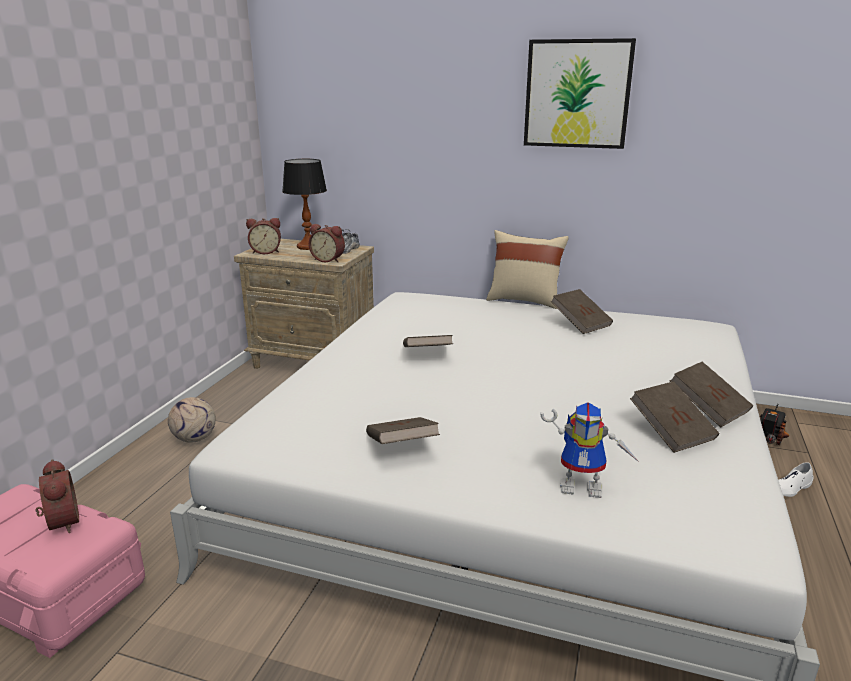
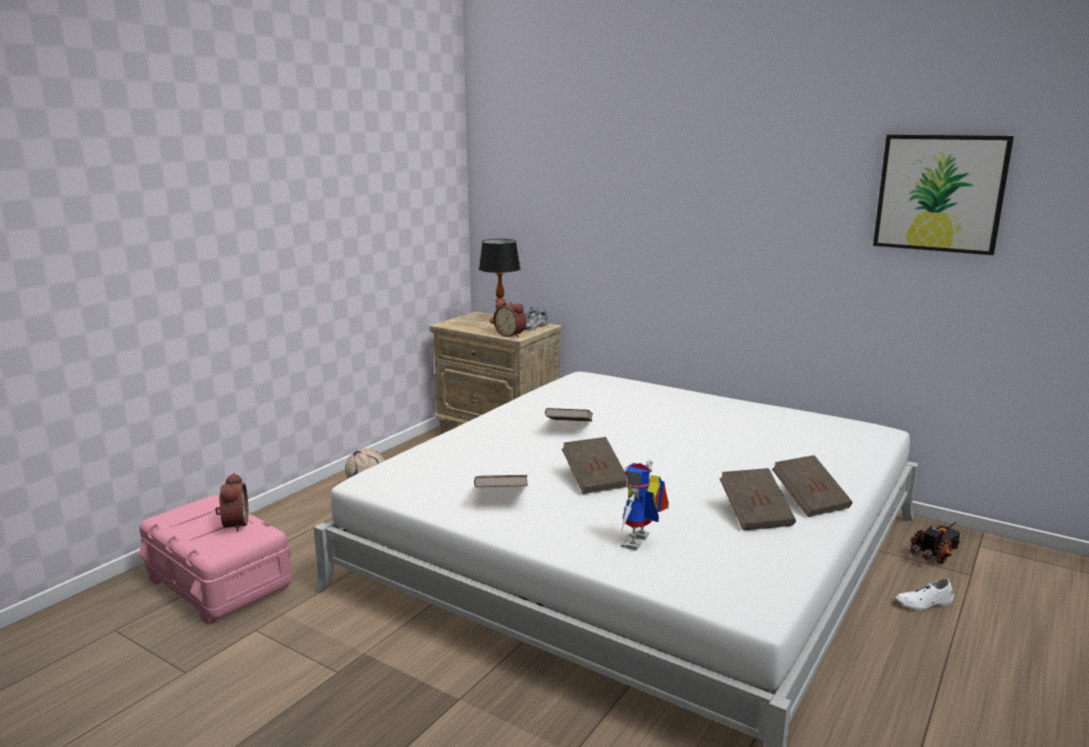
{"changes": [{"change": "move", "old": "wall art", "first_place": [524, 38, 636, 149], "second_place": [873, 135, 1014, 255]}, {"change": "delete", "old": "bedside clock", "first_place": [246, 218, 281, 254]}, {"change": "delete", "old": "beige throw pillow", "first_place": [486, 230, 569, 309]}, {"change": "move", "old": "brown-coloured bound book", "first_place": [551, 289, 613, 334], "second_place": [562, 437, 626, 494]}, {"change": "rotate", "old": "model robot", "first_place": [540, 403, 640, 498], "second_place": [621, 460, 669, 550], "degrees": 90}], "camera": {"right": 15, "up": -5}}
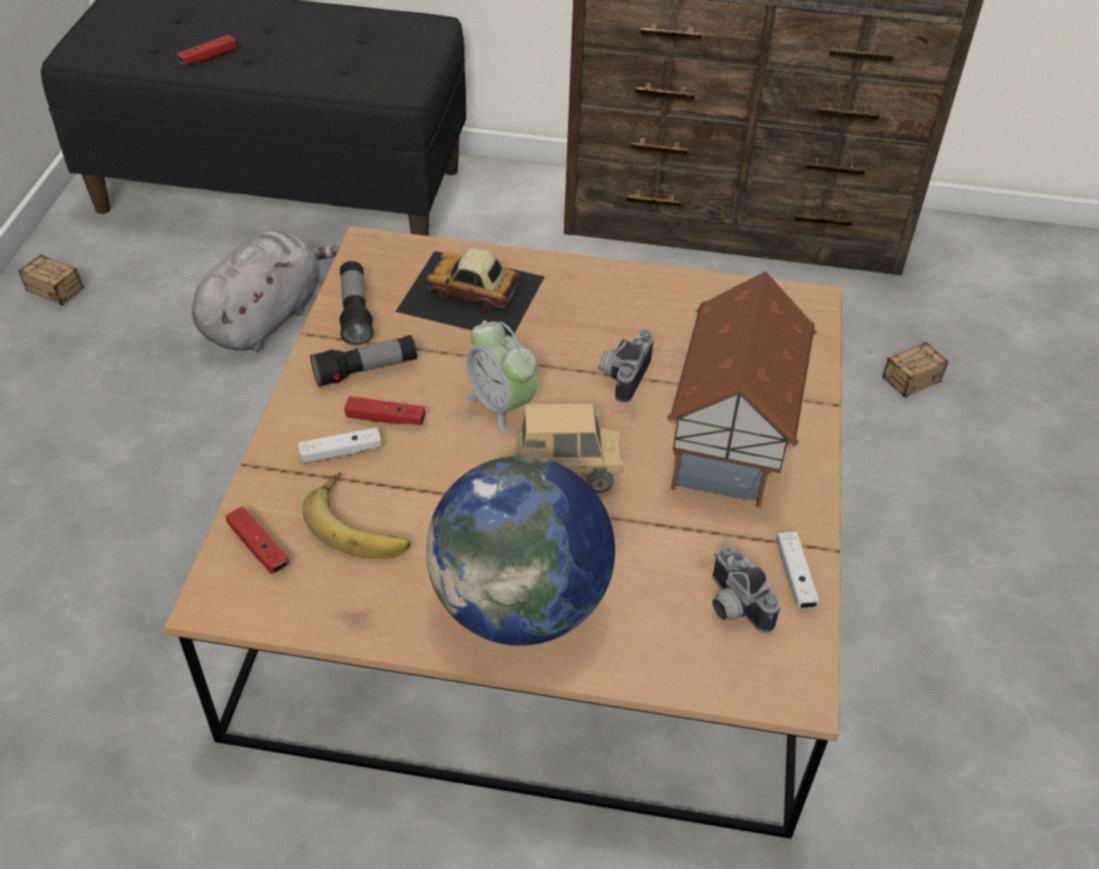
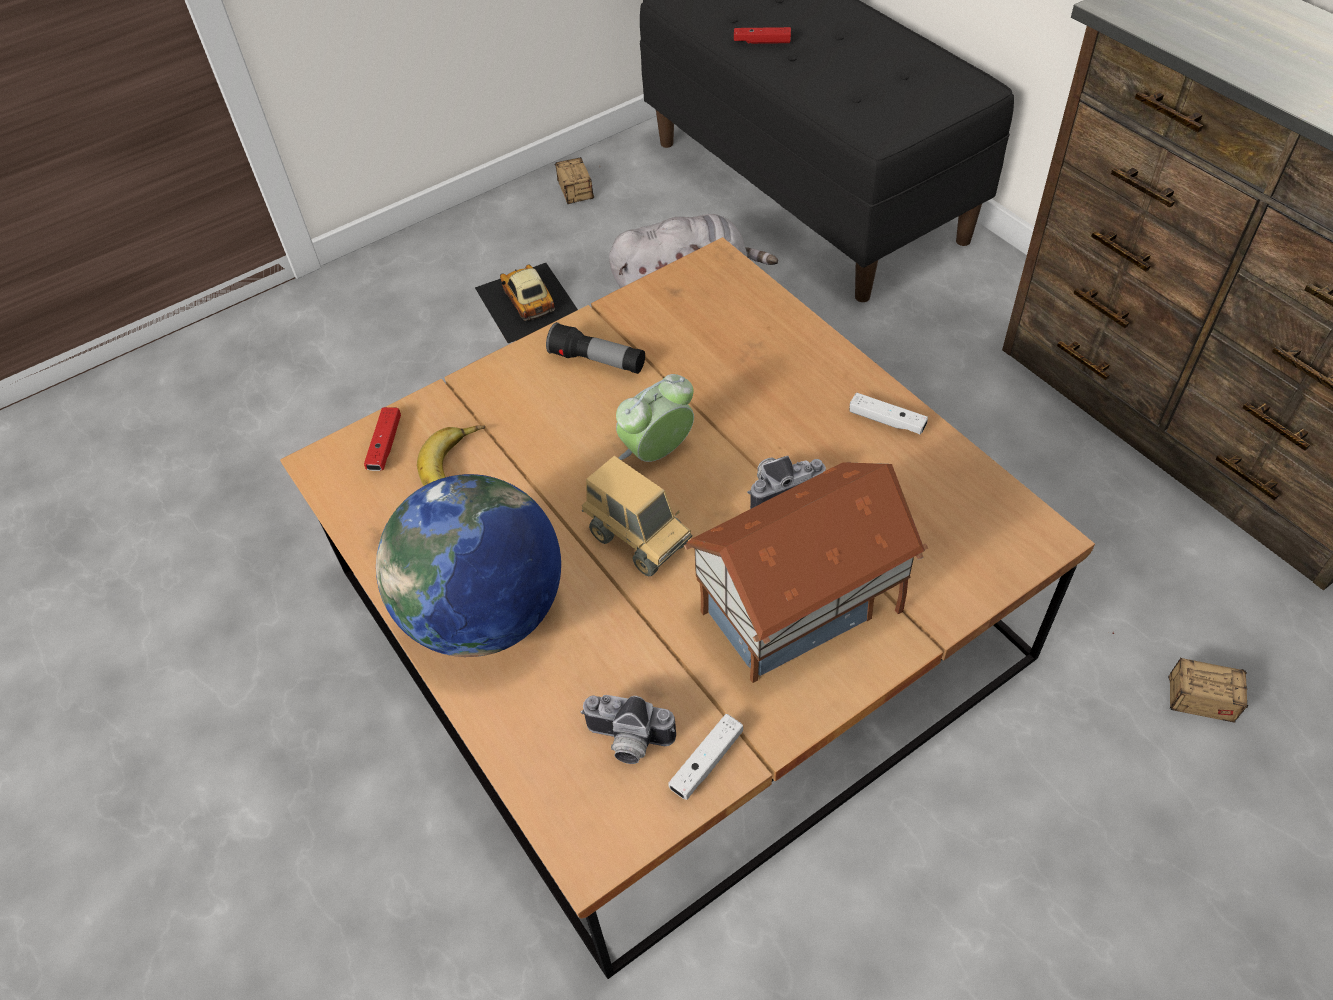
{"changes": [{"change": "move", "old": "model car", "first_place": [395, 247, 544, 337], "second_place": [475, 263, 578, 343]}, {"change": "delete", "old": "torch", "first_place": [339, 261, 374, 345]}, {"change": "rotate", "old": "bedside clock", "first_place": [466, 320, 537, 435], "second_place": [616, 374, 694, 462], "degrees": 45}, {"change": "delete", "old": "reddish gamepad", "first_place": [344, 396, 425, 426]}, {"change": "move", "old": "whitish gamepad", "first_place": [298, 427, 382, 464], "second_place": [849, 393, 928, 434]}, {"change": "rotate", "old": "still camera", "first_place": [712, 545, 781, 633], "second_place": [580, 695, 676, 764], "degrees": -90}], "camera": {"right": 50, "up": 5}}
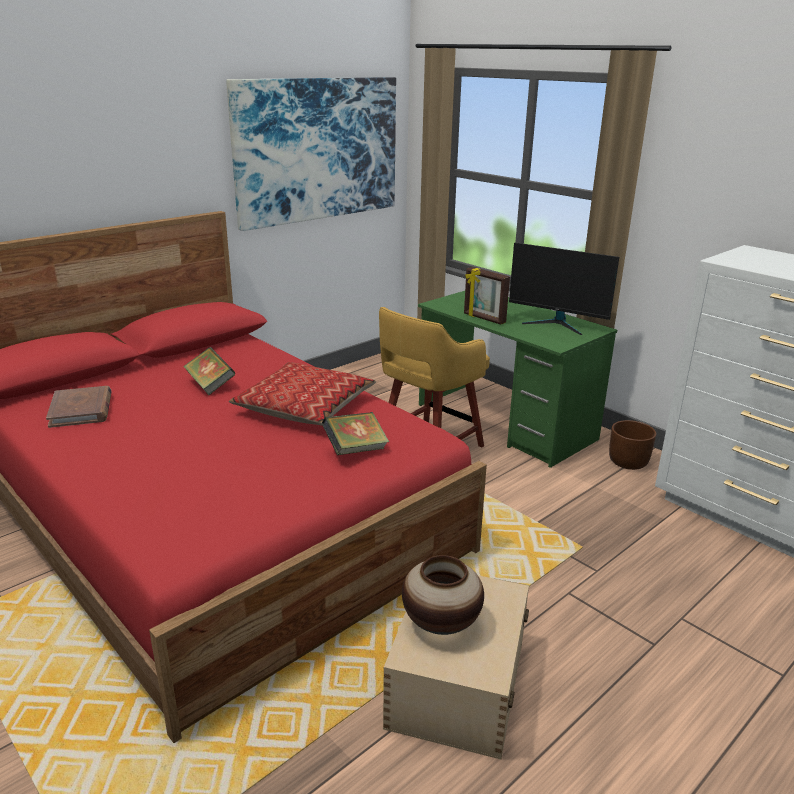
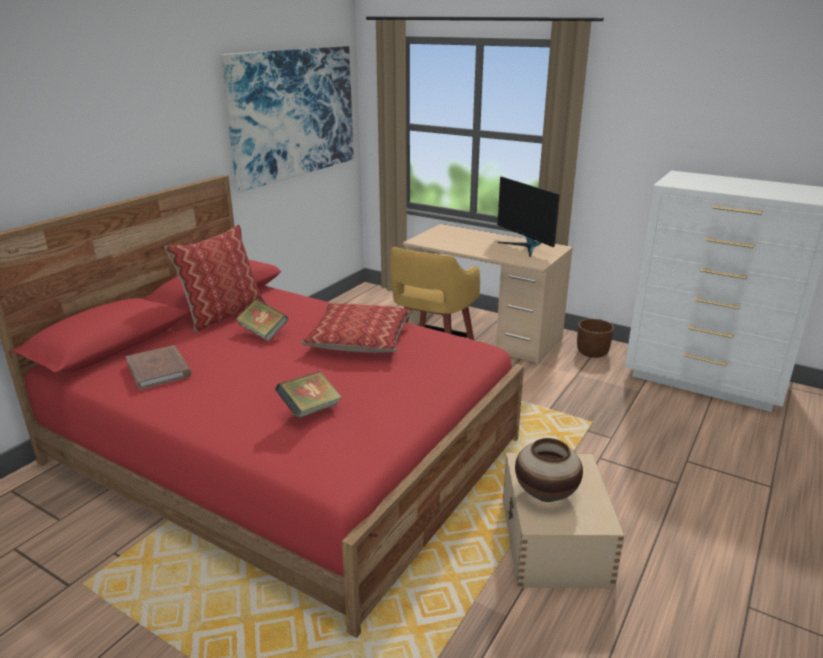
{"changes": [{"change": "rotate", "old": "computer display", "first_place": [509, 243, 619, 335], "second_place": [497, 177, 560, 257], "degrees": 45}, {"change": "delete", "old": "standing frame", "first_place": [464, 267, 510, 325]}, {"change": "recolor", "old": "green desk", "new": "beige desk", "first_place": [418, 291, 617, 468], "second_place": [403, 224, 573, 365]}, {"change": "move", "old": "bound book", "first_place": [322, 412, 389, 455], "second_place": [275, 371, 342, 419]}, {"change": "insert", "new": "throw pillow", "second_place": [164, 224, 265, 333]}], "camera": {"right": -15, "up": 0}}
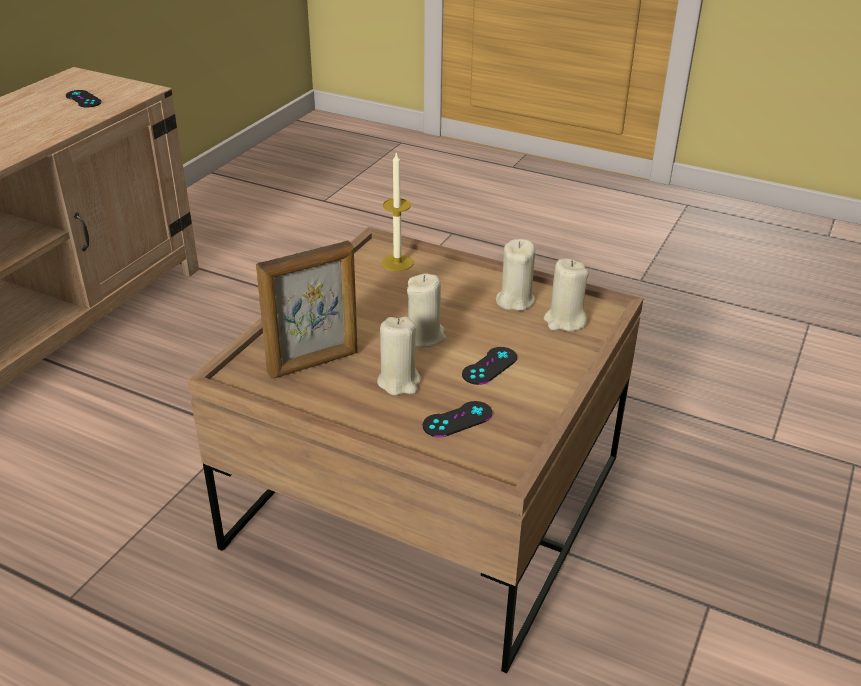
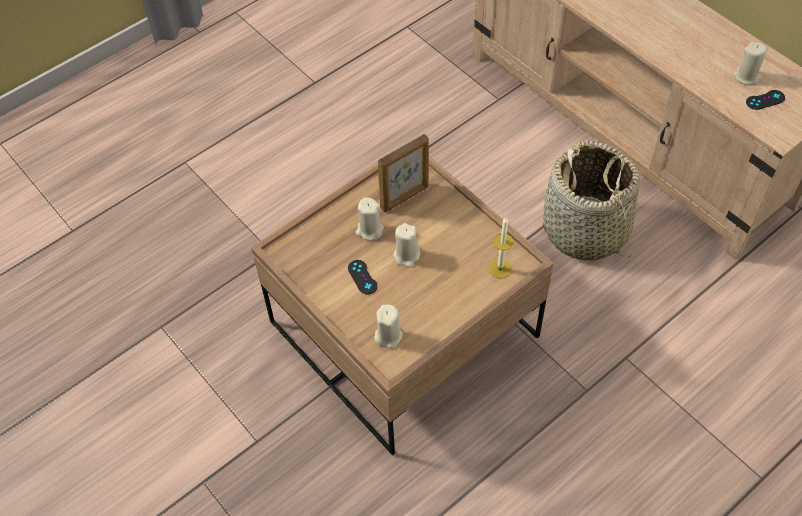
{"changes": [{"change": "move", "old": "beige candle", "first_place": [496, 239, 535, 311], "second_place": [733, 42, 767, 85]}, {"change": "rotate", "old": "standing frame", "first_place": [256, 241, 358, 379], "second_place": [378, 134, 429, 212], "degrees": -120}, {"change": "delete", "old": "black-coloured gamepad", "first_place": [423, 401, 492, 437]}, {"change": "insert", "new": "basket", "second_place": [543, 140, 640, 260]}], "camera": {"right": 115, "up": 20}}
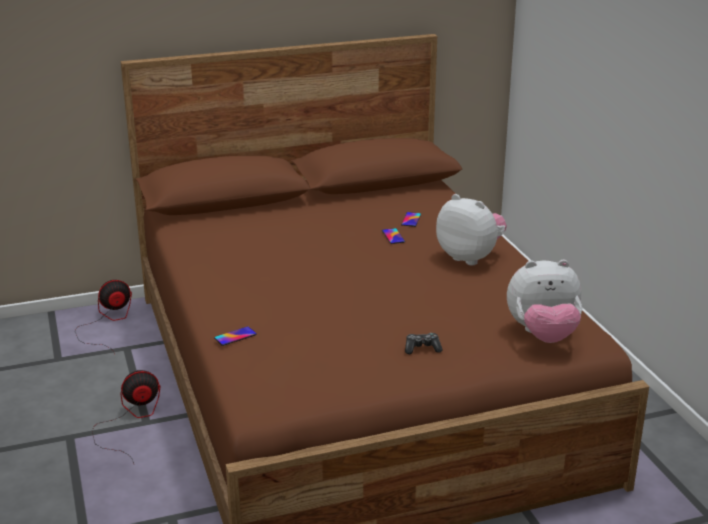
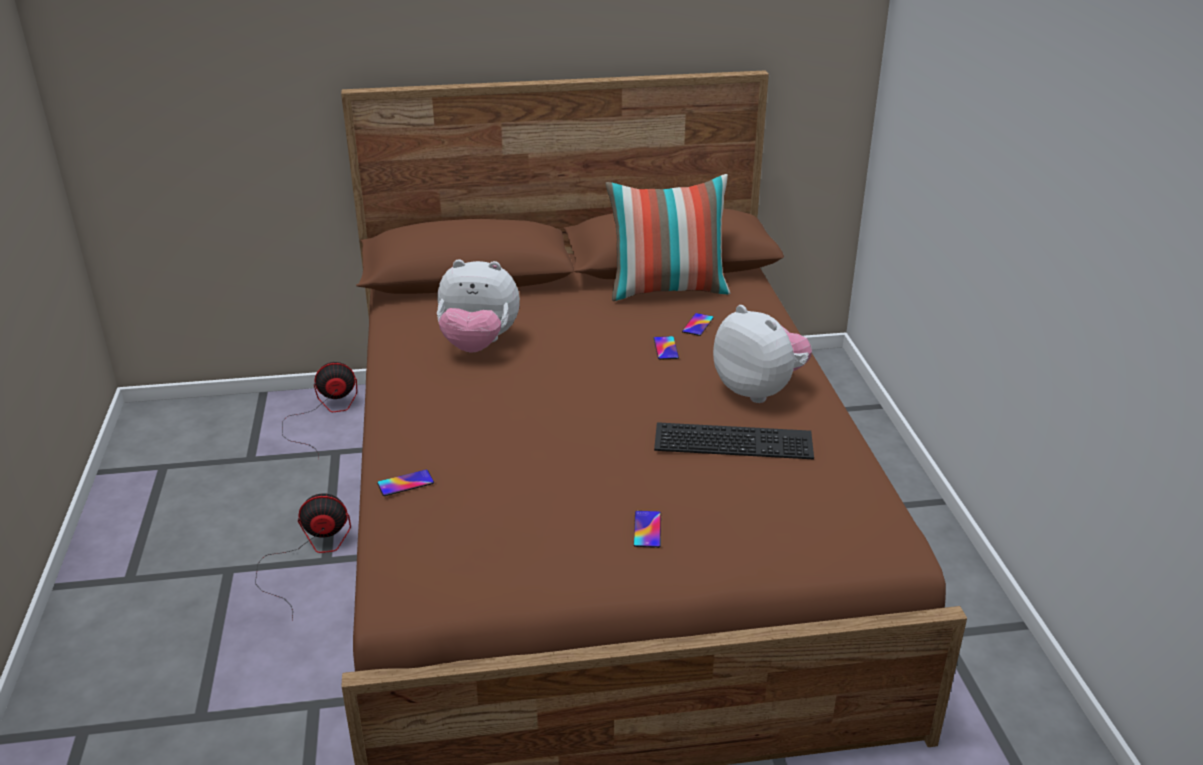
{"changes": [{"change": "move", "old": "cuddly toy", "first_place": [507, 260, 582, 343], "second_place": [437, 260, 520, 353]}, {"change": "replace", "old": "gamepad", "new": "telephone", "first_place": [405, 333, 443, 354], "second_place": [634, 511, 661, 548]}, {"change": "insert", "new": "throw pillow", "second_place": [605, 174, 730, 301]}, {"change": "insert", "new": "keyboard", "second_place": [654, 422, 814, 459]}], "camera": {"right": 10, "up": 5}}
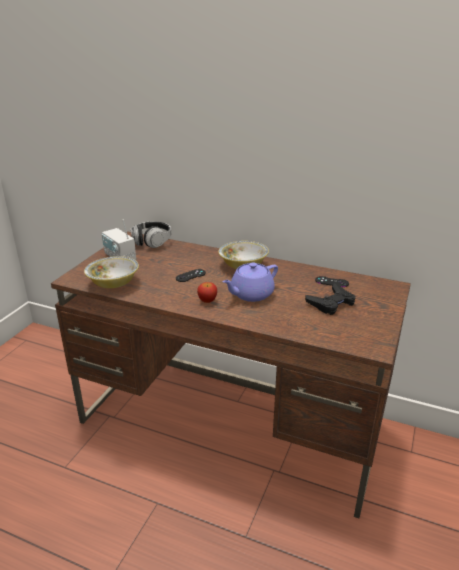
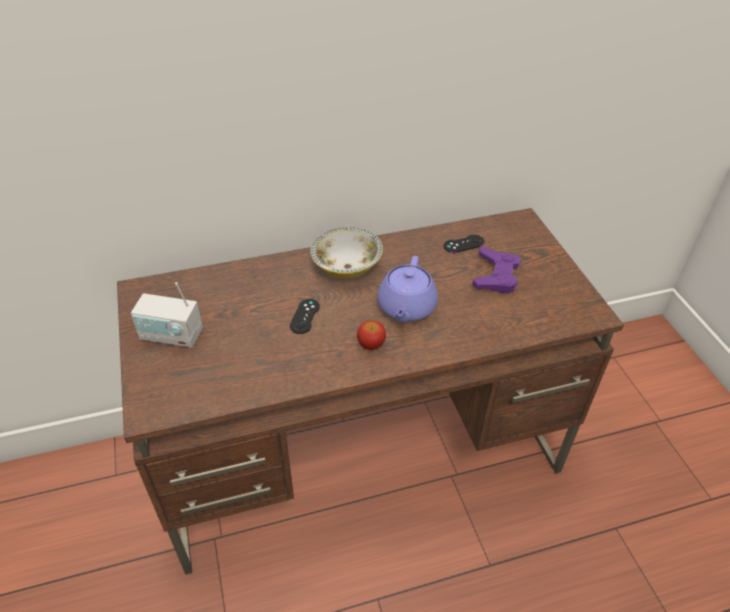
{"changes": [{"change": "delete", "old": "headset", "first_place": [131, 221, 171, 248]}, {"change": "delete", "old": "deep dish", "first_place": [84, 256, 139, 288]}, {"change": "recolor", "old": "black-coloured gamepad", "new": "purple-coloured gamepad", "first_place": [305, 283, 356, 315], "second_place": [472, 247, 521, 294]}], "camera": {"right": -40, "up": 15}}
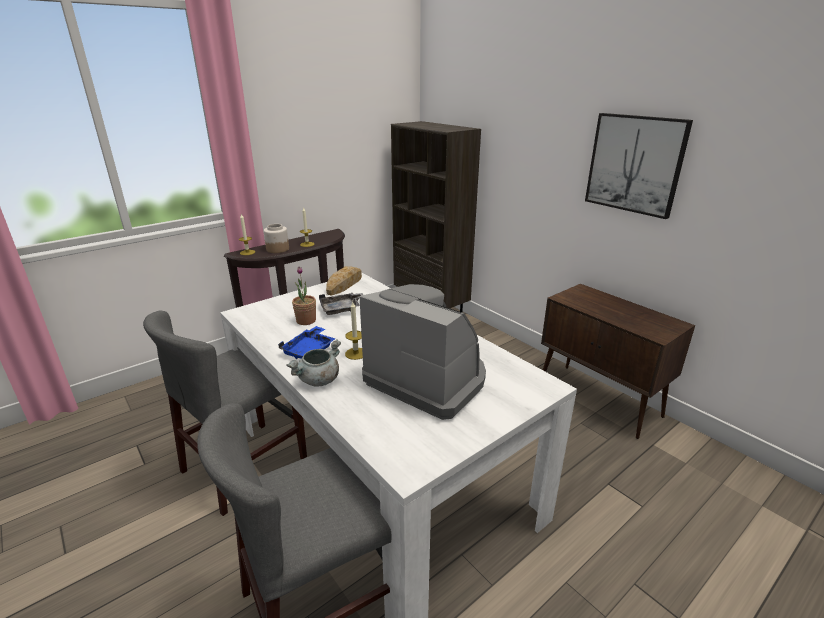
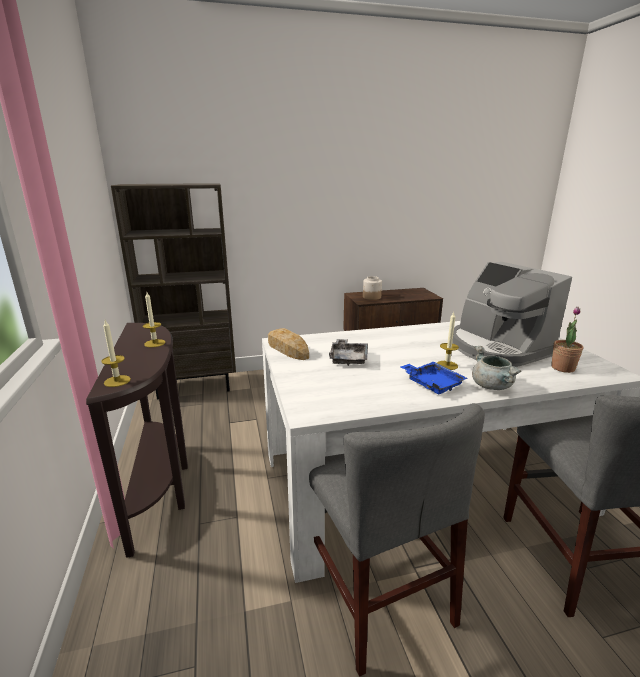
{"changes": [{"change": "delete", "old": "wall art", "first_place": [585, 113, 693, 219]}, {"change": "move", "old": "preserve jar", "first_place": [264, 224, 289, 253], "second_place": [363, 276, 382, 300]}, {"change": "move", "old": "potted plant", "first_place": [292, 266, 316, 325], "second_place": [551, 307, 583, 373]}, {"change": "rotate", "old": "coffee machine", "first_place": [360, 284, 486, 420], "second_place": [452, 262, 572, 367], "degrees": -90}], "camera": {"right": -65, "up": -5}}
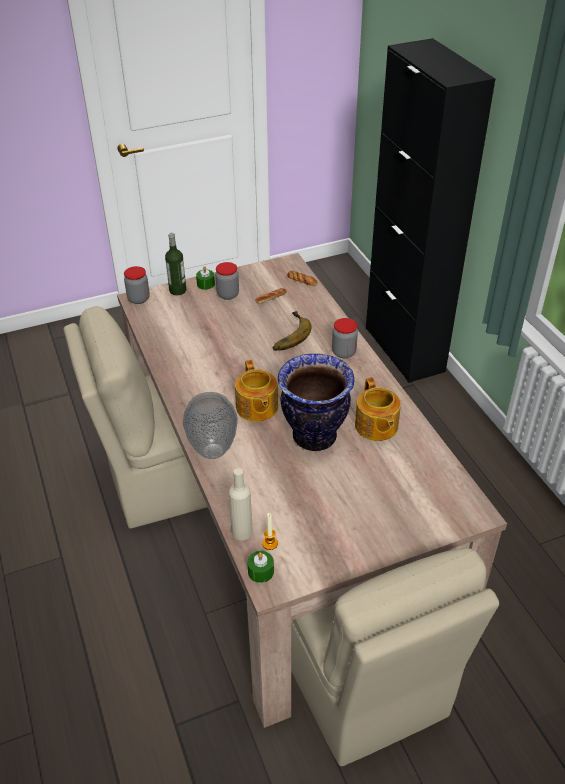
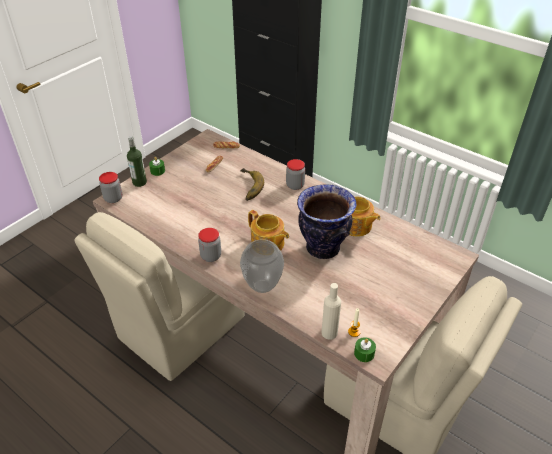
{"changes": [{"change": "move", "old": "preserve jar", "first_place": [215, 262, 239, 300], "second_place": [198, 228, 221, 262]}], "camera": {"right": -30, "up": 0}}
